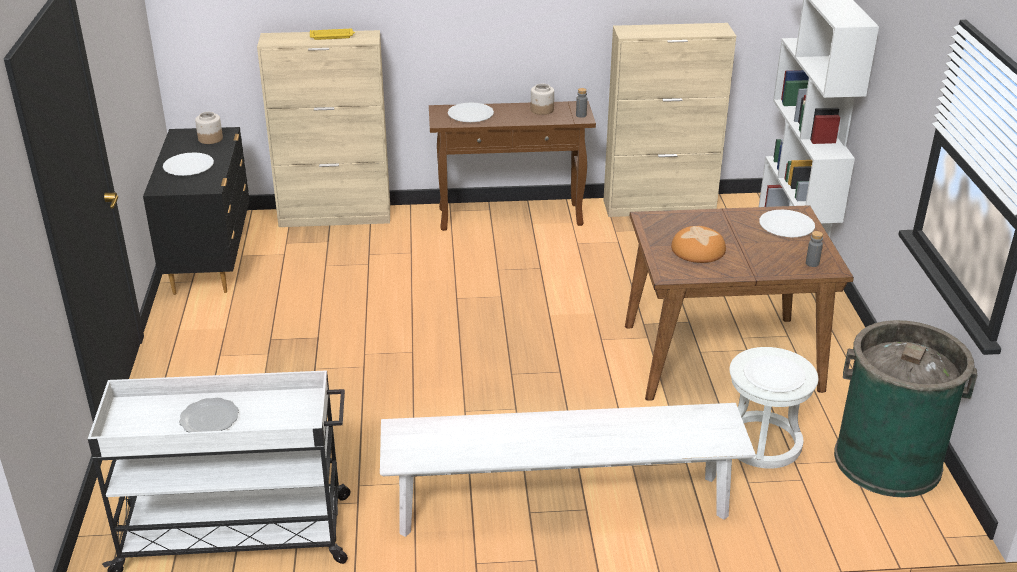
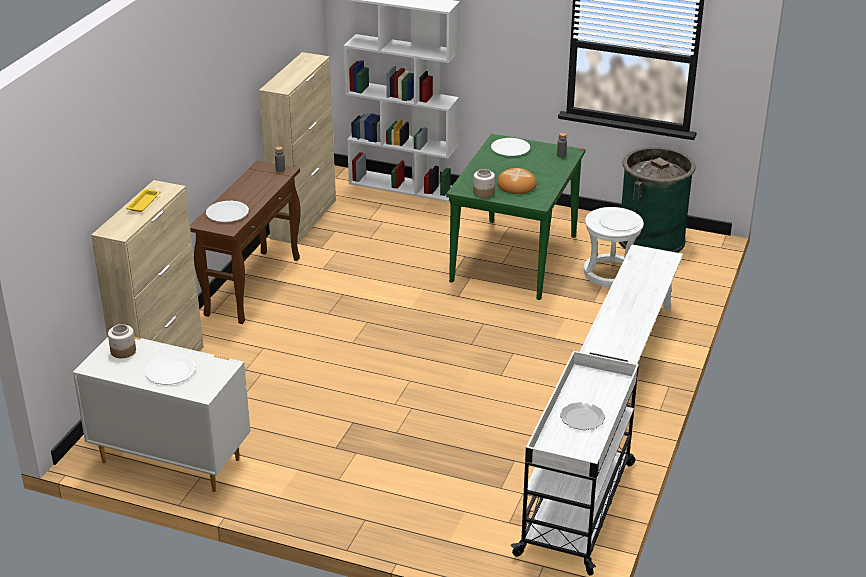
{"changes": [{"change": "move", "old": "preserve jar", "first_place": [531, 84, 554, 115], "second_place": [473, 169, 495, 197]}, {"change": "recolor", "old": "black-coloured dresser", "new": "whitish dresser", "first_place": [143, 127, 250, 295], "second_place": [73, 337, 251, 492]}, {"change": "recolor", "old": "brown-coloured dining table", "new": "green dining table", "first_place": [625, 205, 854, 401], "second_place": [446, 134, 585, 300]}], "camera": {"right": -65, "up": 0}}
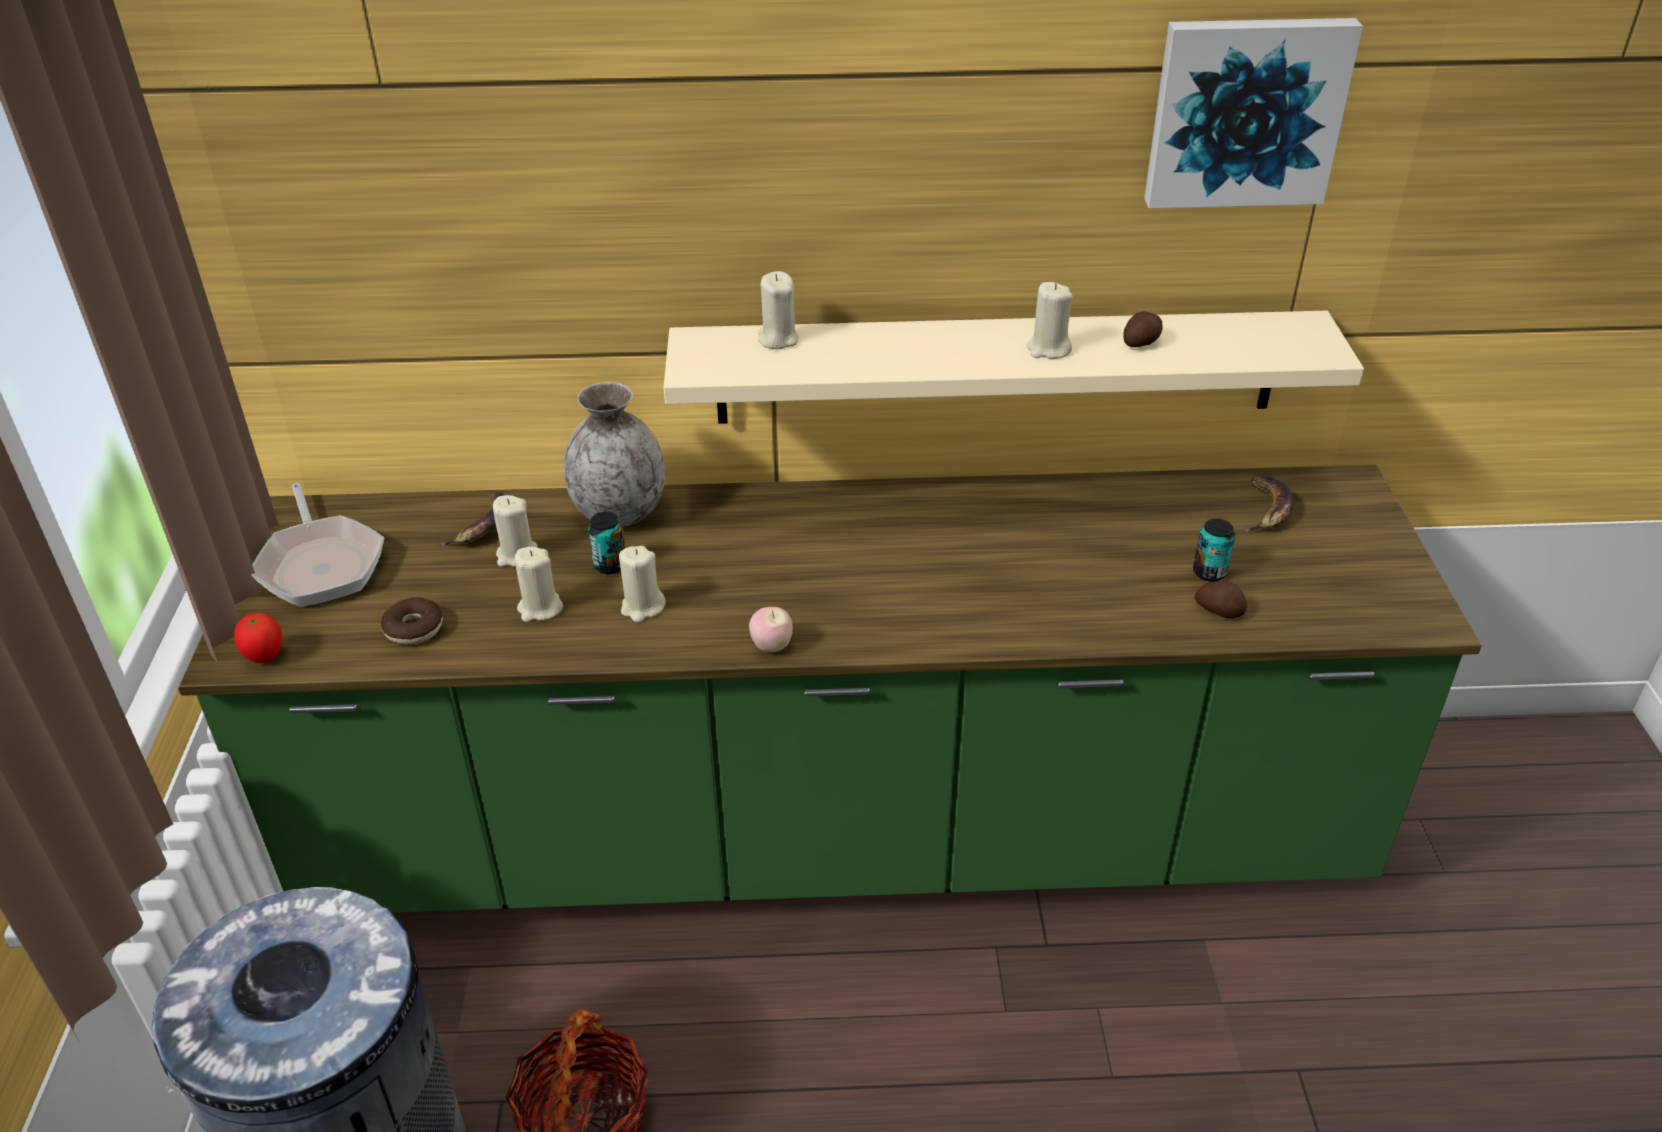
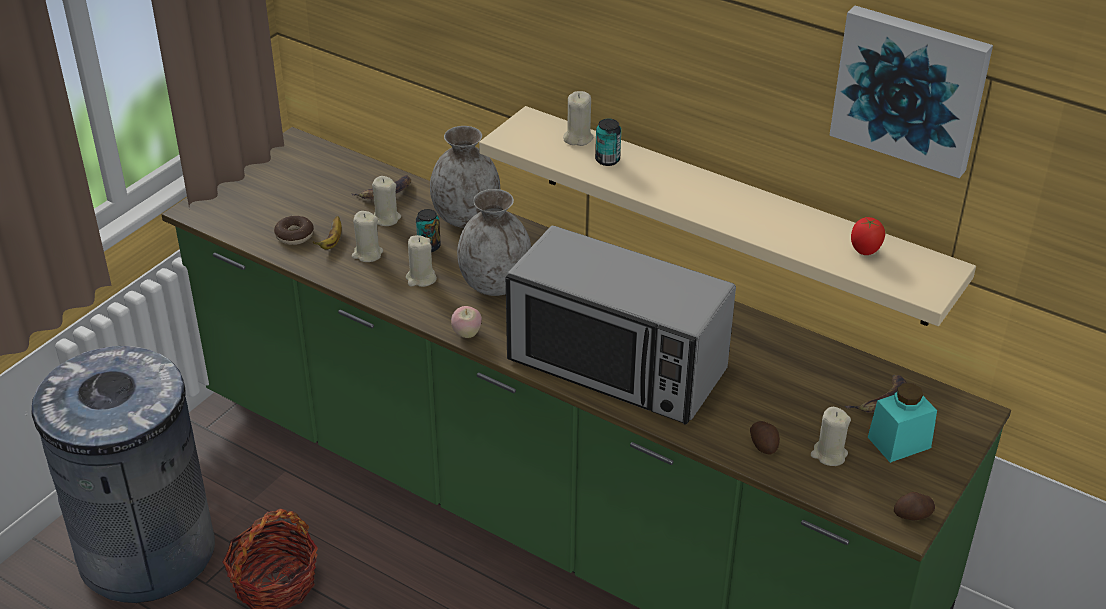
{"changes": [{"change": "move", "old": "beige candle", "first_place": [1026, 282, 1073, 359], "second_place": [811, 407, 851, 466]}, {"change": "move", "old": "potato", "first_place": [1123, 311, 1162, 347], "second_place": [894, 492, 935, 520]}, {"change": "delete", "old": "skillet", "first_place": [252, 483, 385, 607]}, {"change": "move", "old": "can", "first_place": [1193, 518, 1235, 582], "second_place": [595, 119, 621, 166]}, {"change": "move", "old": "fresh tomato", "first_place": [234, 613, 282, 663], "second_place": [851, 217, 885, 255]}, {"change": "insert", "new": "grey vase", "second_place": [457, 189, 531, 296]}, {"change": "insert", "new": "banana", "second_place": [313, 216, 342, 250]}, {"change": "insert", "new": "microwave oven", "second_place": [506, 226, 736, 424]}, {"change": "insert", "new": "turquoise preserve jar", "second_place": [868, 383, 937, 463]}], "camera": {"right": 35, "up": 0}}
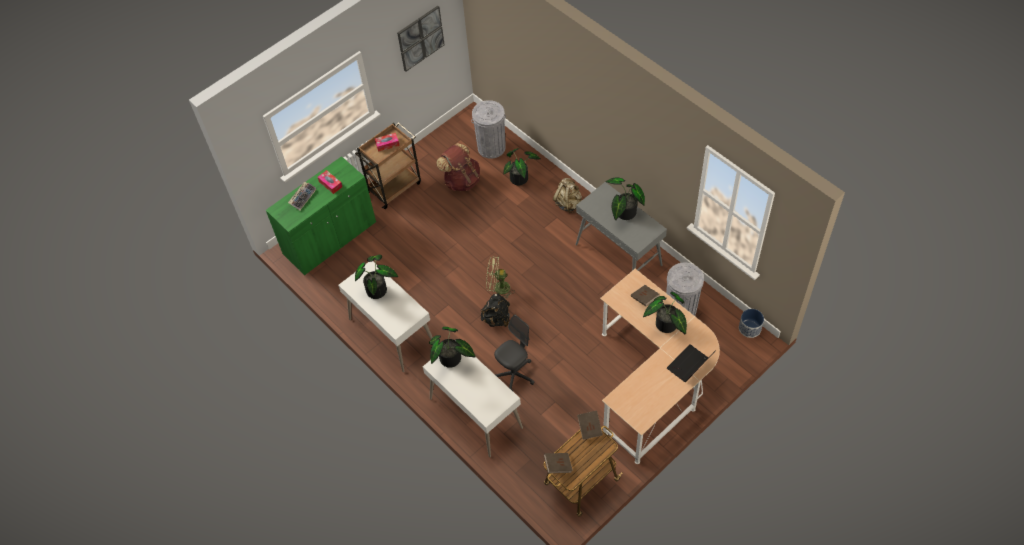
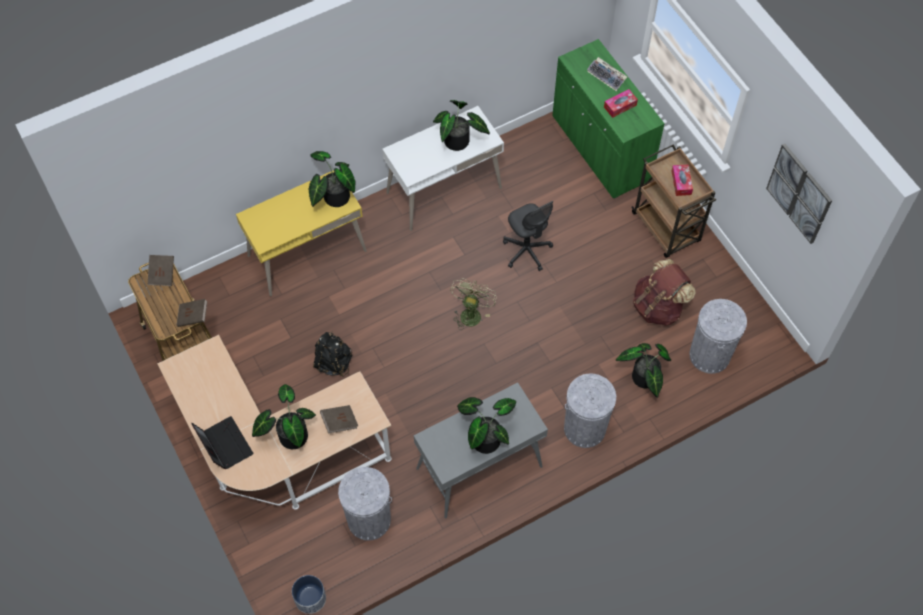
{"changes": [{"change": "replace", "old": "beige knapsack", "new": "grey trash can", "first_place": [553, 178, 582, 213], "second_place": [564, 374, 616, 448]}, {"change": "move", "old": "black-coloured knapsack", "first_place": [481, 293, 510, 327], "second_place": [313, 331, 352, 377]}, {"change": "move", "old": "grey office chair", "first_place": [494, 315, 534, 391], "second_place": [503, 201, 553, 271]}, {"change": "recolor", "old": "whitish desk", "new": "yellow desk", "first_place": [423, 339, 523, 457], "second_place": [236, 170, 367, 296]}], "camera": {"right": 100, "up": 5}}
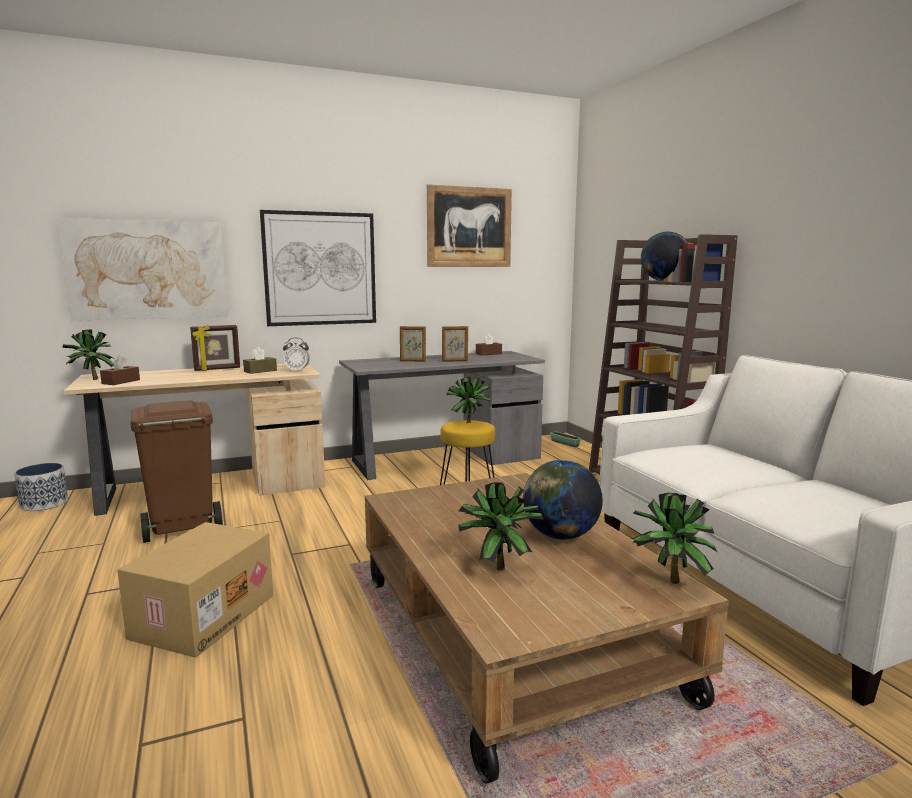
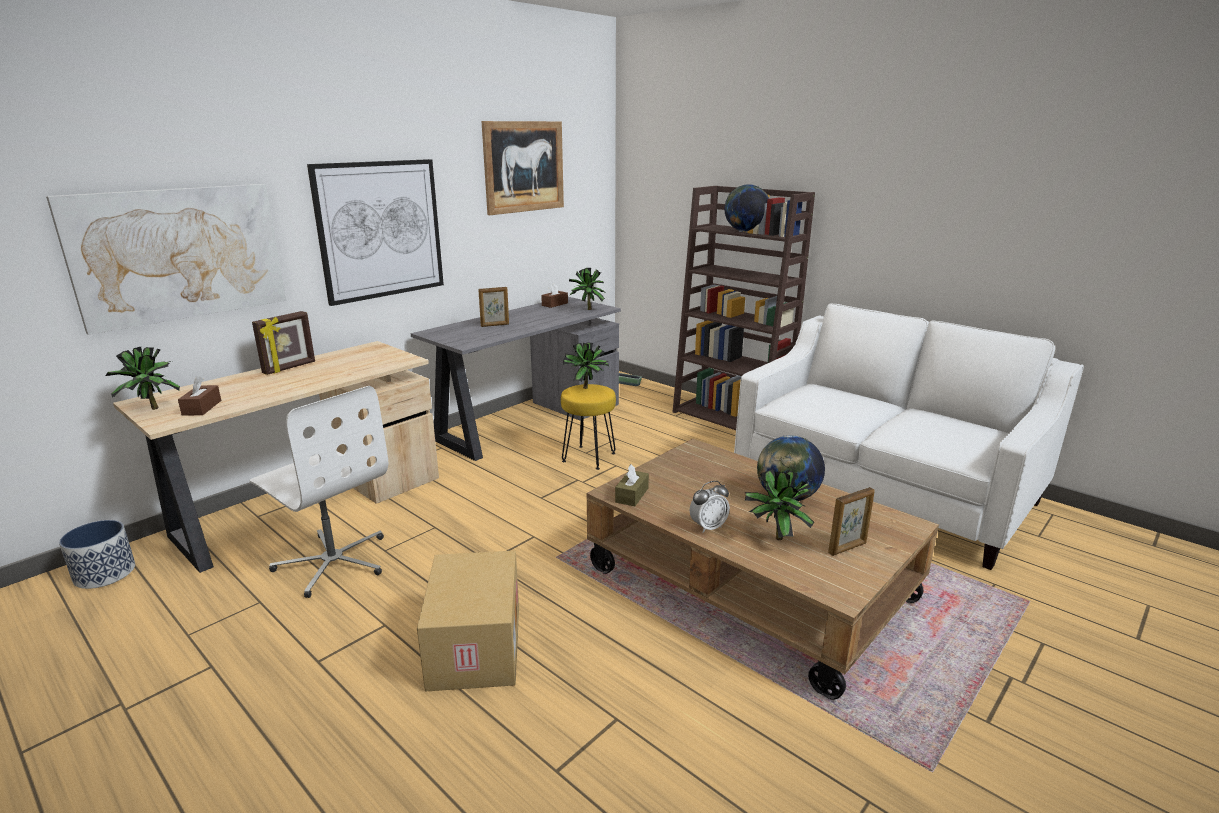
{"changes": [{"change": "move", "old": "standing frame", "first_place": [442, 326, 468, 362], "second_place": [828, 487, 875, 556]}, {"change": "move", "old": "bedside clock", "first_place": [283, 338, 310, 372], "second_place": [690, 481, 730, 533]}, {"change": "move", "old": "brown-coloured tissue box", "first_place": [243, 347, 277, 374], "second_place": [615, 464, 649, 506]}, {"change": "replace", "old": "brown-coloured trash can", "new": "whitish office chair", "first_place": [131, 400, 223, 543], "second_place": [249, 386, 388, 598]}, {"change": "move", "old": "potted plant", "first_place": [631, 493, 717, 584], "second_place": [569, 268, 605, 310]}], "camera": {"right": -25, "up": 10}}
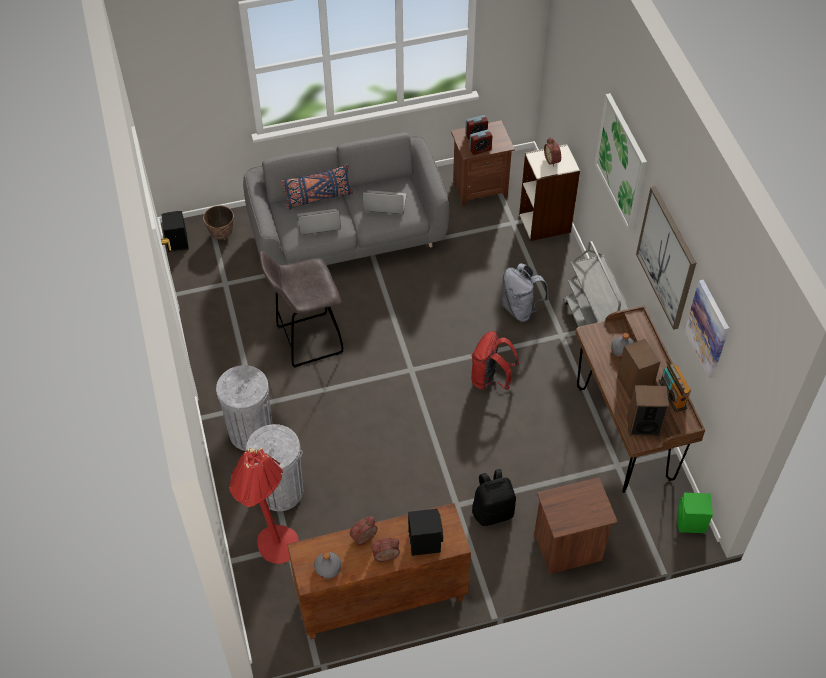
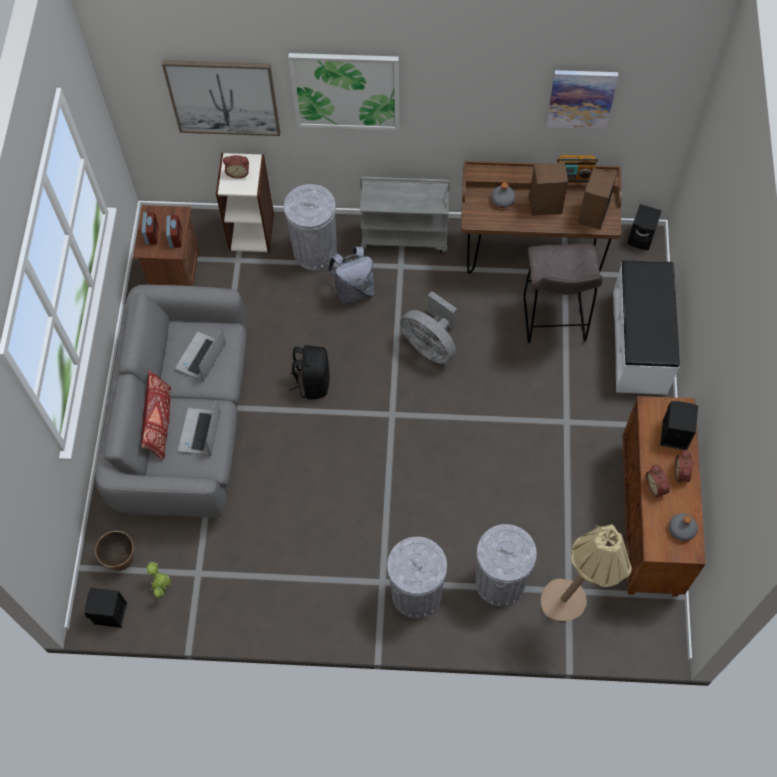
{"changes": [{"change": "recolor", "old": "blue-coloured throw pillow", "new": "reddish throw pillow", "first_place": [280, 164, 353, 209], "second_place": [141, 369, 171, 461]}, {"change": "move", "old": "wall art", "first_place": [636, 186, 696, 330], "second_place": [162, 60, 280, 136]}, {"change": "move", "old": "grey sitting stool", "first_place": [259, 251, 343, 368], "second_place": [523, 244, 602, 344]}, {"change": "replace", "old": "reddish knapsack", "new": "grey electric fan", "first_place": [471, 331, 519, 390], "second_place": [400, 291, 457, 364]}, {"change": "recolor", "old": "reddish standard lamp", "new": "beige standard lamp", "first_place": [230, 448, 299, 564], "second_place": [541, 523, 632, 621]}, {"change": "move", "old": "black-coloured knapsack", "first_place": [472, 469, 516, 526], "second_place": [289, 345, 330, 399]}, {"change": "replace", "old": "brown-coloured nightstand", "new": "whitish long seat", "first_place": [534, 477, 618, 574], "second_place": [613, 260, 680, 395]}, {"change": "recolor", "old": "green audio speaker", "new": "black-coloured audio speaker", "first_place": [677, 492, 713, 533], "second_place": [627, 204, 662, 250]}, {"change": "insert", "new": "grey trash can", "second_place": [284, 184, 337, 270]}, {"change": "insert", "new": "potted plant", "second_place": [146, 562, 171, 598]}], "camera": {"right": -70, "up": 10}}
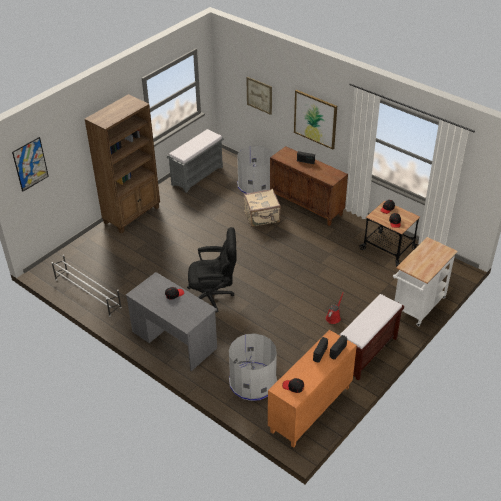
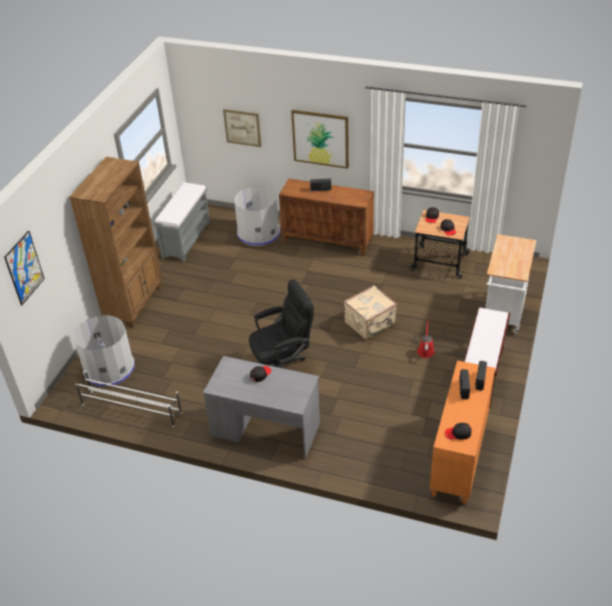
{"changes": [{"change": "move", "old": "beige piece of luggage", "first_place": [243, 189, 281, 227], "second_place": [344, 285, 398, 340]}, {"change": "move", "old": "grey trash can", "first_place": [229, 333, 277, 401], "second_place": [74, 315, 135, 387]}], "camera": {"right": -20, "up": 0}}
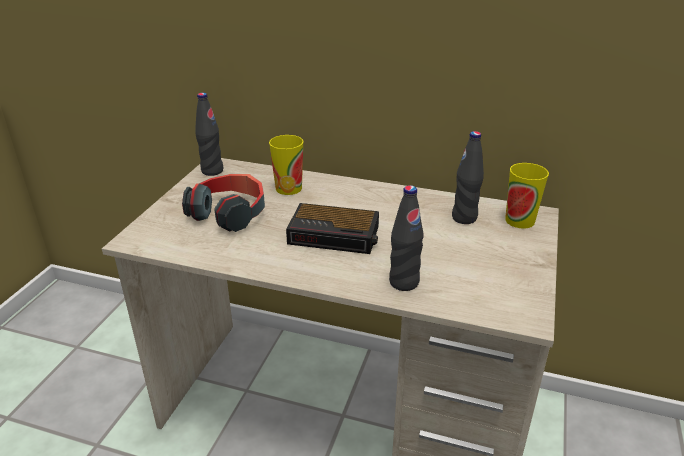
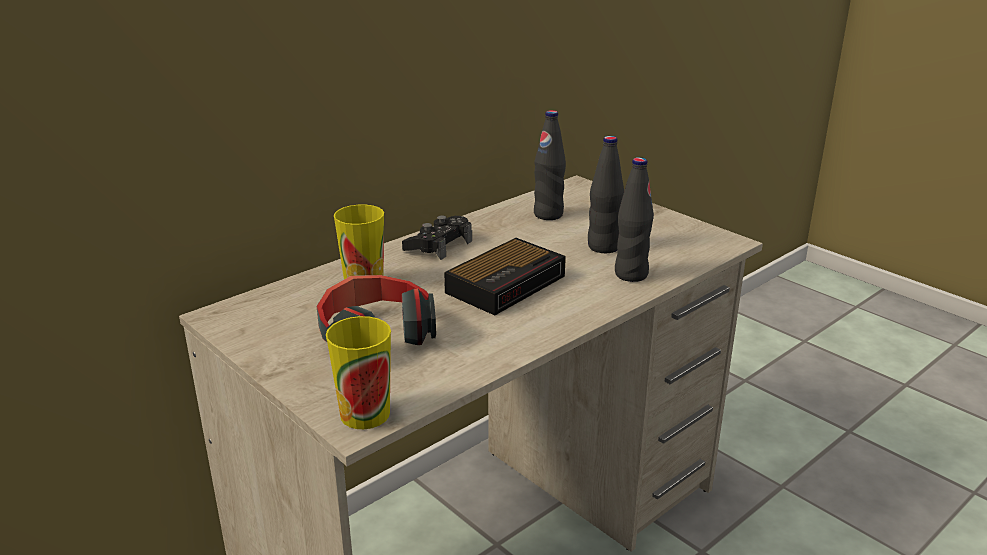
{"changes": [{"change": "move", "old": "black-coloured beverage bottle", "first_place": [195, 93, 223, 176], "second_place": [588, 136, 624, 253]}, {"change": "move", "old": "cup", "first_place": [505, 163, 549, 229], "second_place": [326, 316, 391, 429]}, {"change": "insert", "new": "black-coloured gamepad", "second_place": [402, 215, 472, 260]}], "camera": {"right": -60, "up": -5}}
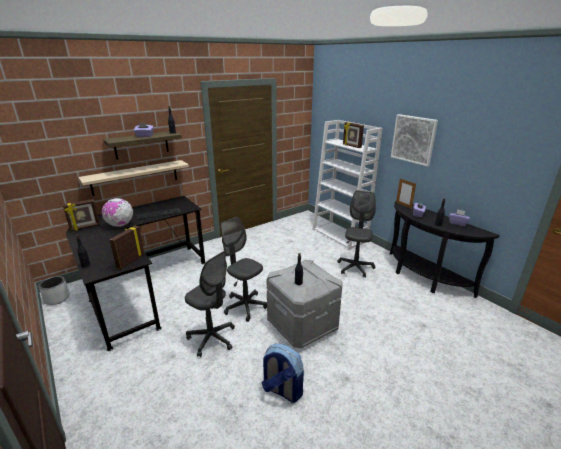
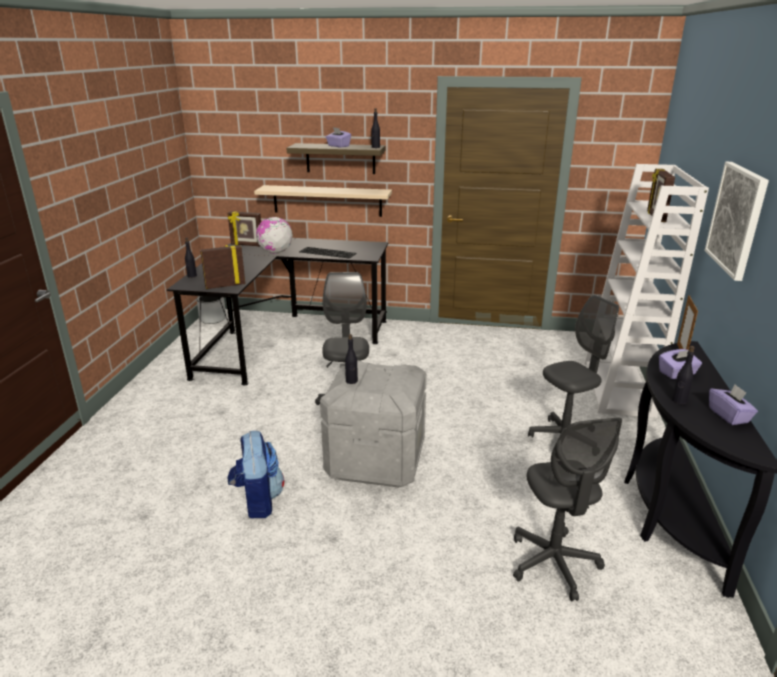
{"changes": [{"change": "move", "old": "grey office chair", "first_place": [185, 251, 235, 357], "second_place": [513, 418, 622, 601]}], "camera": {"right": 45, "up": 0}}
